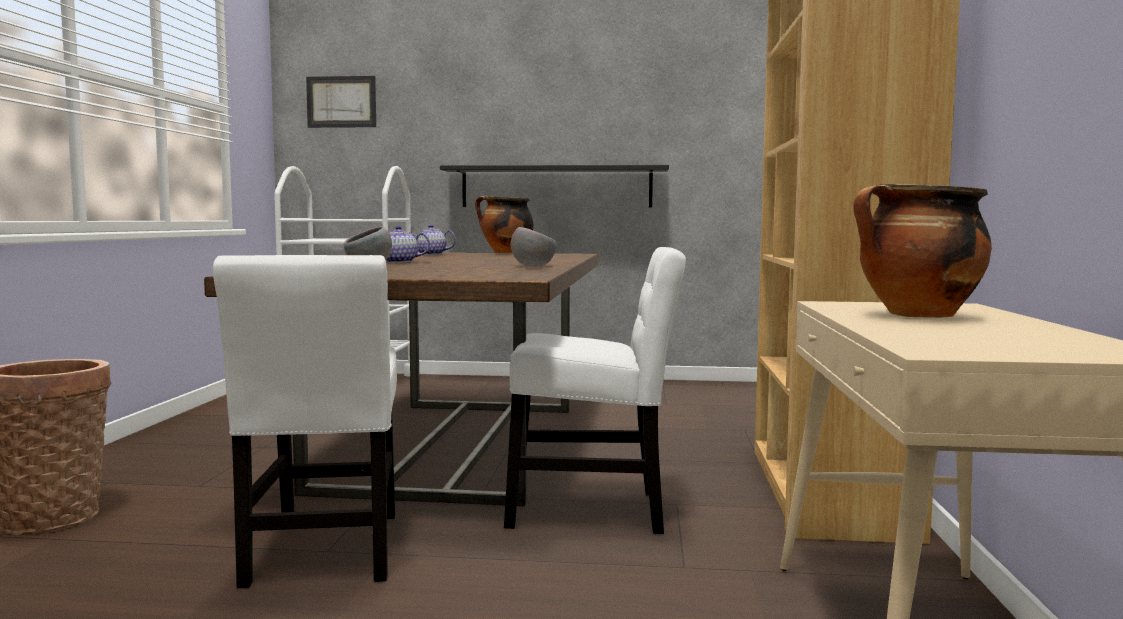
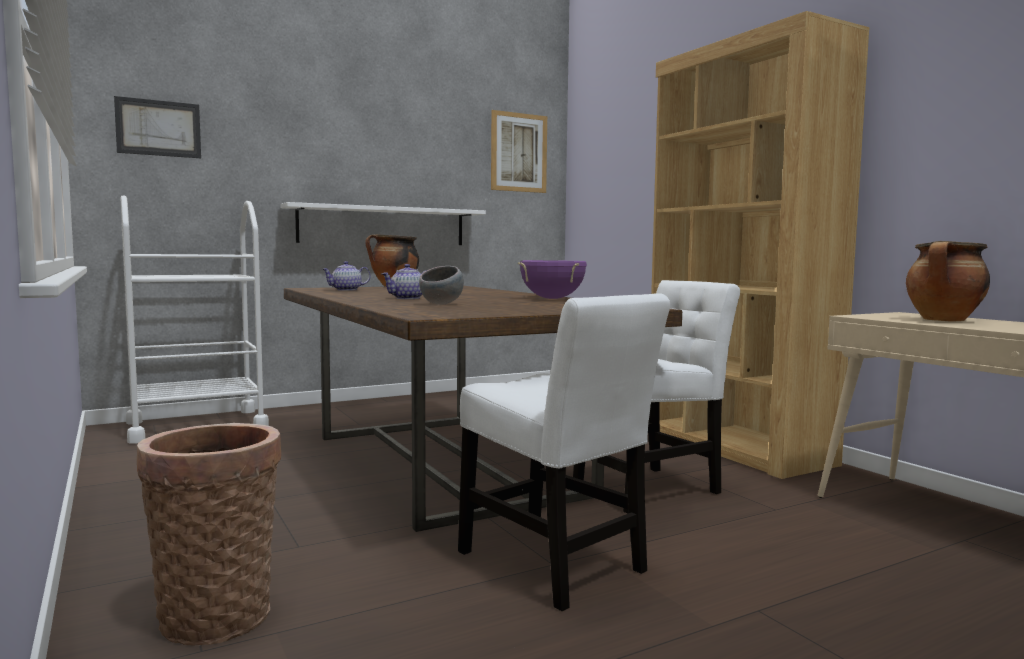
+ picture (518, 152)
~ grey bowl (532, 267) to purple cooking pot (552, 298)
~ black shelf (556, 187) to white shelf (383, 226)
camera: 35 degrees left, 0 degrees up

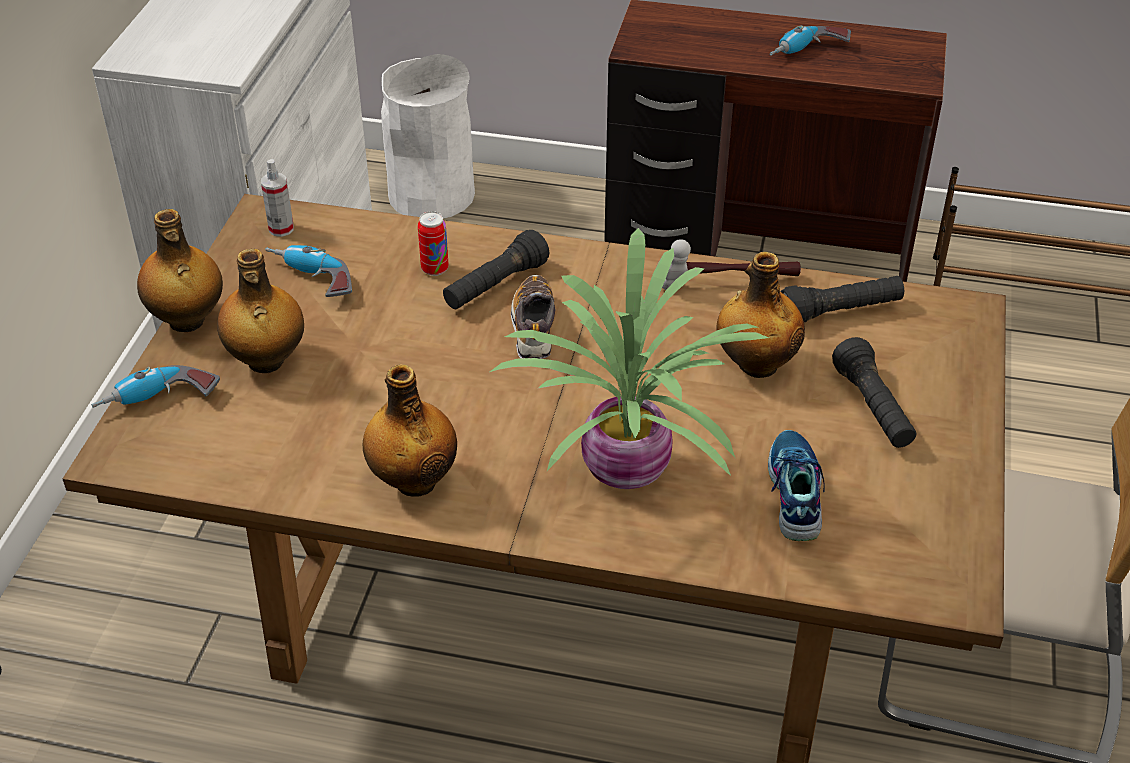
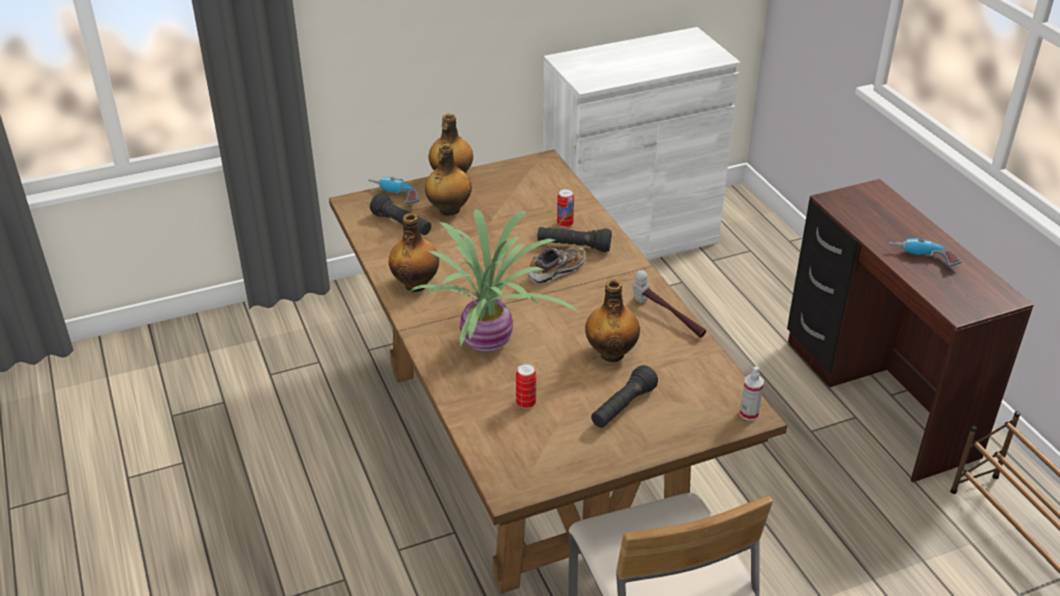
- power drill (310, 280)
- white trash can (431, 195)
~ spray bottle (281, 229) to (749, 414)
~ black flashlight (840, 312) to (402, 225)
~ shoe (793, 493) to can (526, 403)
camera: 55 degrees right, 5 degrees down

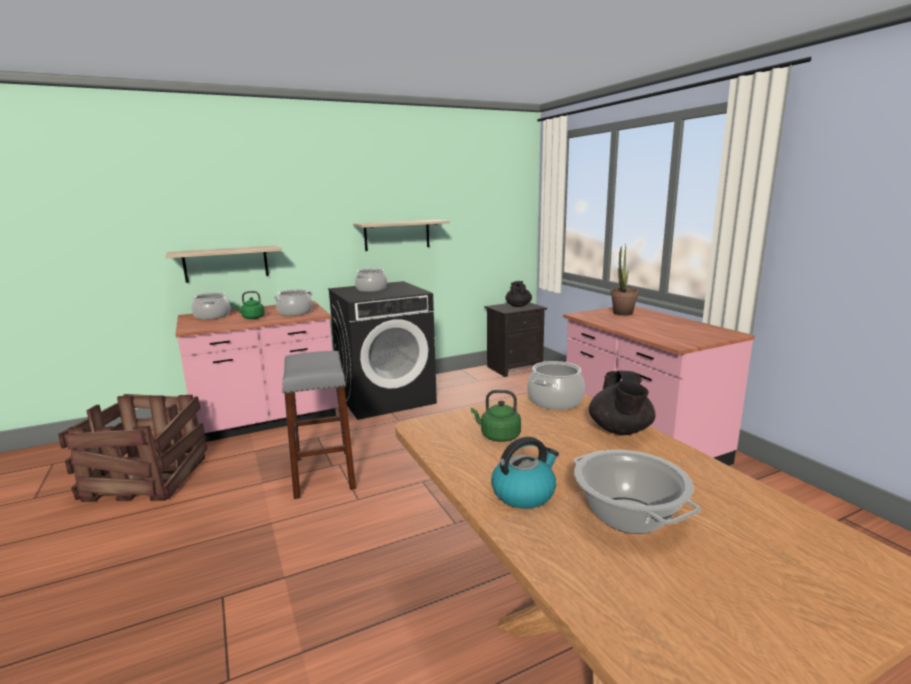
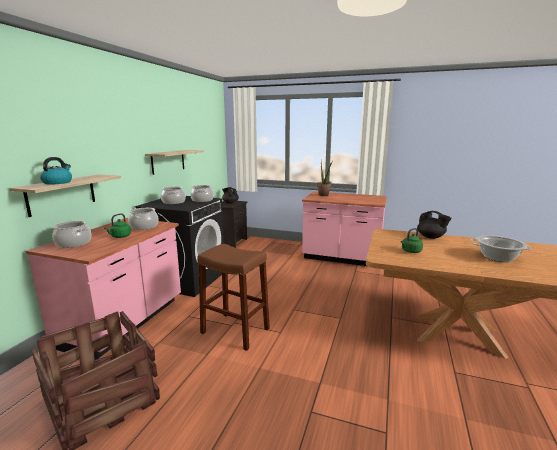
~ kettle (524, 493) to (58, 182)
~ cooking pot (555, 401) to (202, 200)
~ grey stool (323, 473) to brown stool (235, 331)
camera: 45 degrees left, 0 degrees up

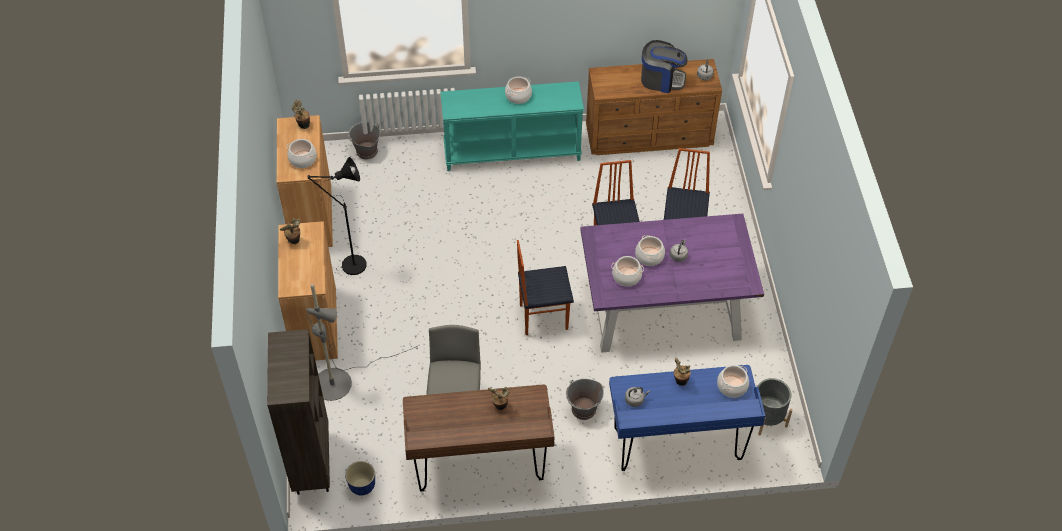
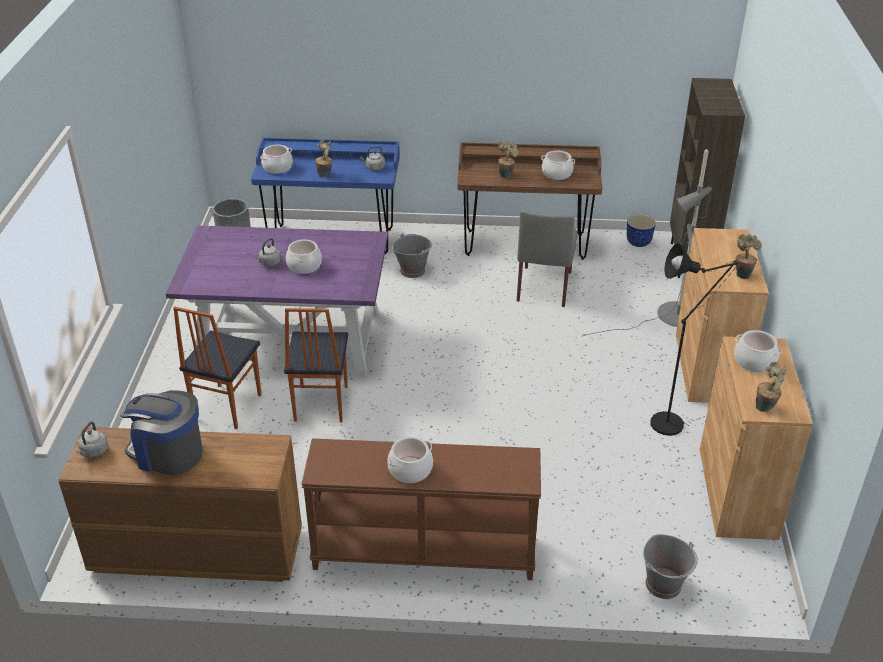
- chair (543, 316)
~ cooking pot (626, 276) to (556, 173)
~ turquoise console table (512, 151) to brown console table (423, 553)
camera: 170 degrees left, 15 degrees down

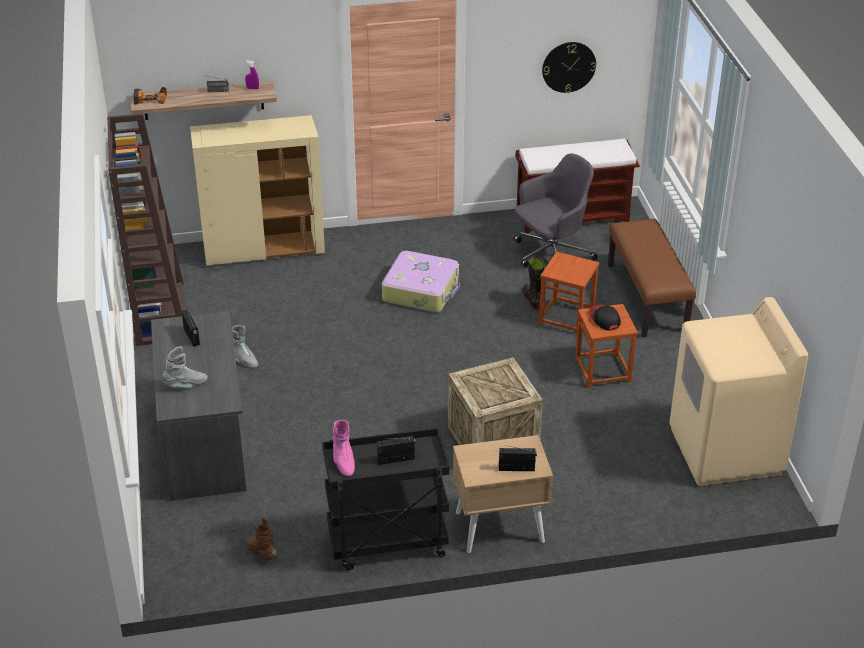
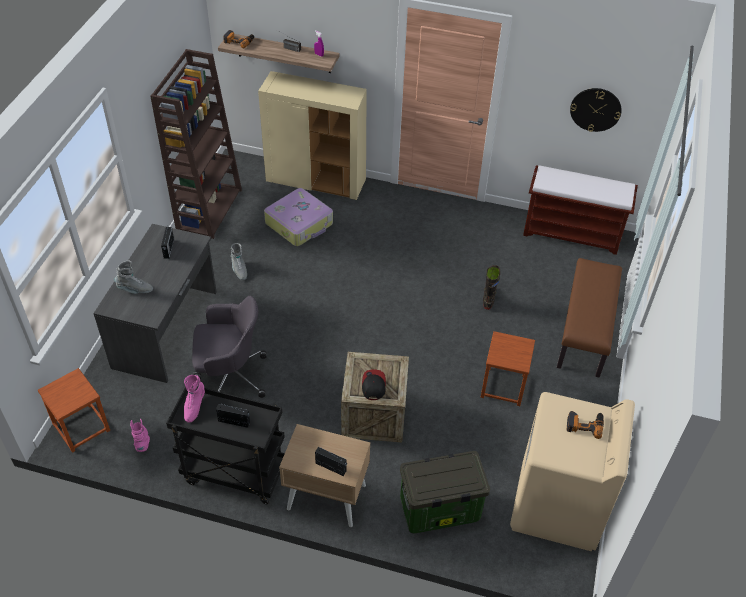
+ storage box (438, 511)
+ power drill (584, 424)
~ suitcase (421, 290) to (300, 224)
~ grey office chair (551, 255) to (230, 376)
~ brown stool (566, 317) to (82, 427)
~ cap (604, 319) to (373, 385)
~ brown boot (262, 552) to pink boot (142, 441)
camera: 25 degrees right, 10 degrees up

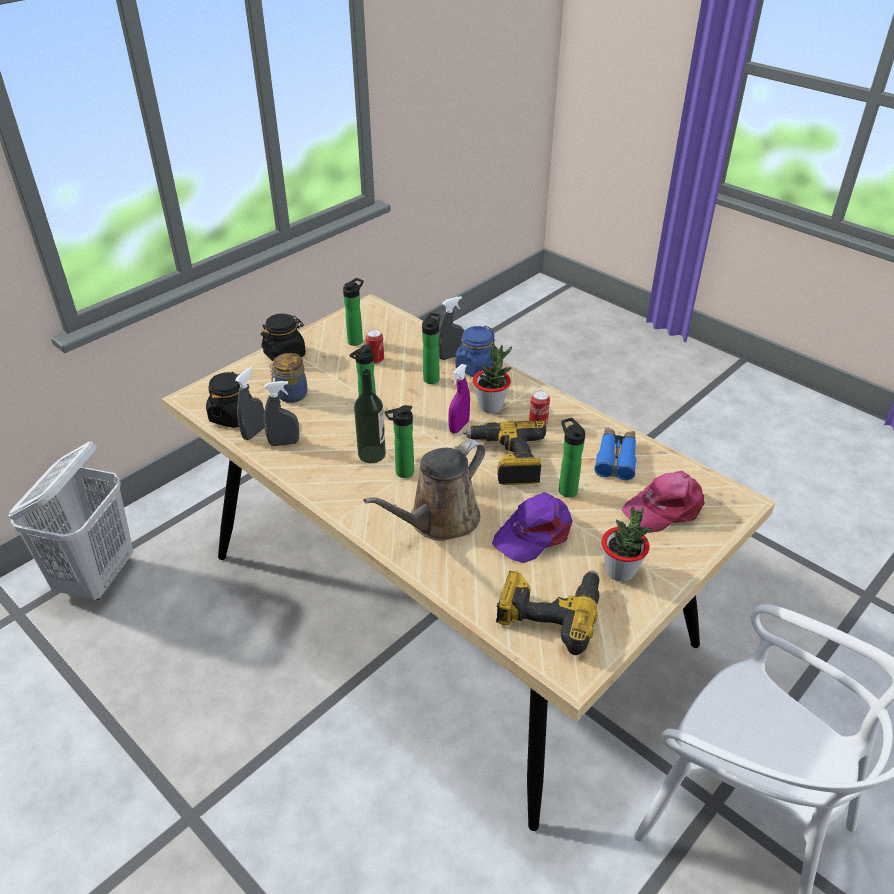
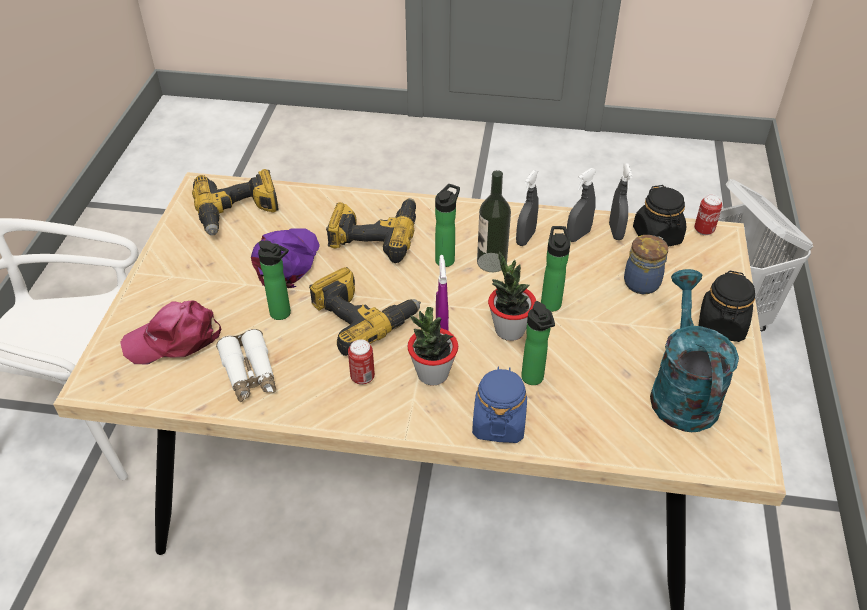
~ can (375, 360) to (704, 230)
~ grey spray bottle (451, 356) to (525, 238)
~ potted plant (620, 571) to (509, 330)
~ bottle (357, 340) to turquoise watering can (681, 390)
~ brown watering can (439, 521) to power drill (374, 235)
~ blue binoculars (616, 458) to white binoculars (249, 373)
~ pink cap (665, 508) = (174, 339) 135 degrees counterclockwise
camera: 145 degrees right, 5 degrees up

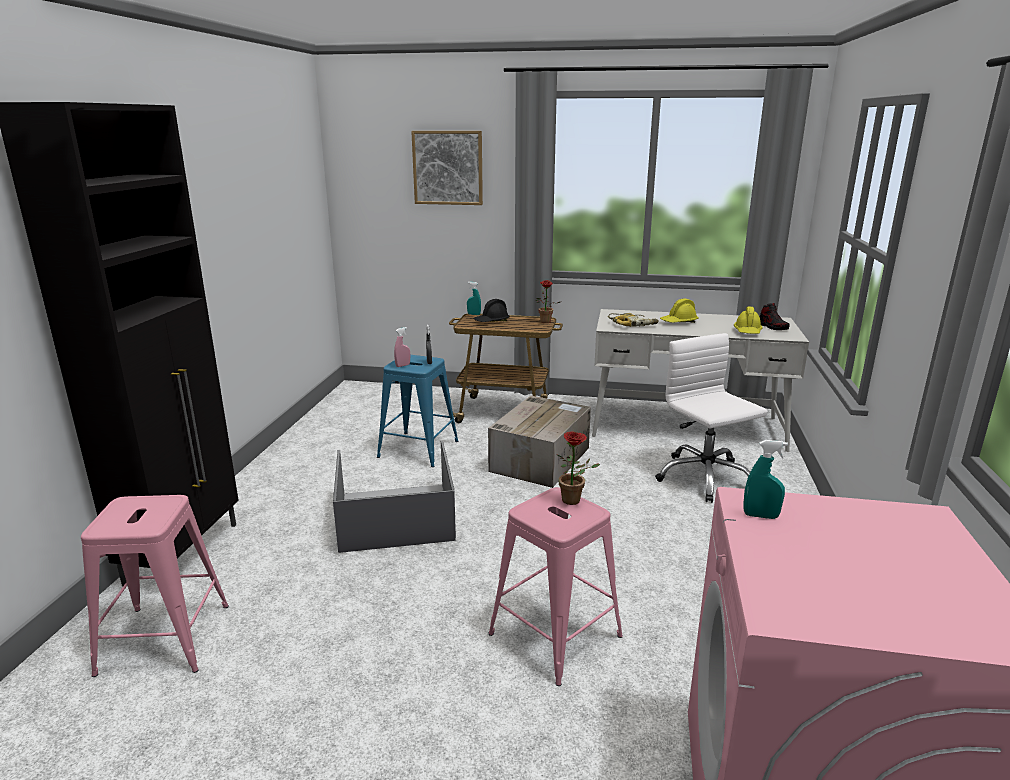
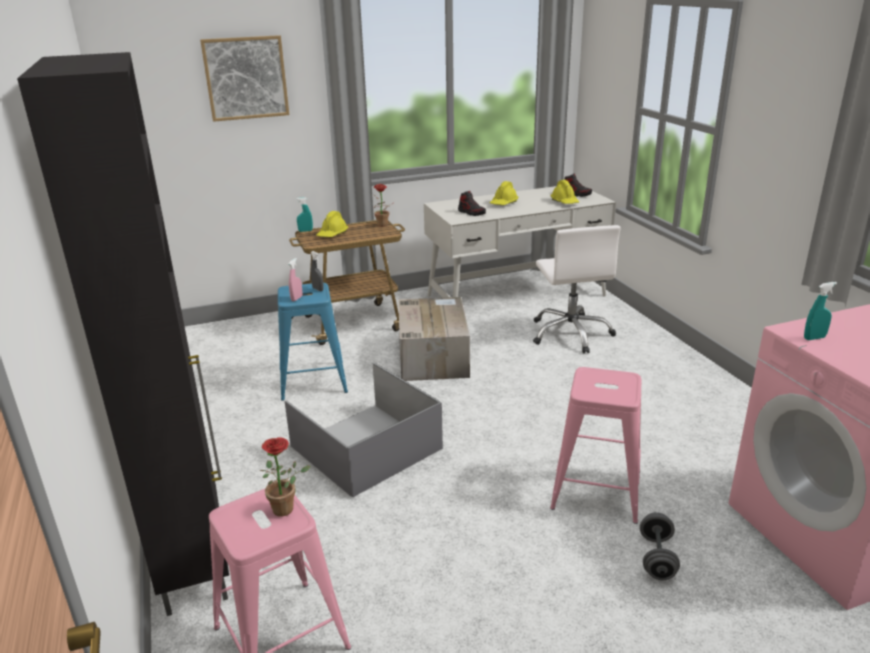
+ grey dumbbell (657, 558)
~ potted plant (575, 501) to (288, 509)
~ power drill (633, 324) to shoe (471, 213)
~ black hard hat (491, 321) to yellow hard hat (332, 234)
~ white office chair (704, 477) = (571, 333) 135 degrees counterclockwise
camera: 30 degrees left, 5 degrees up

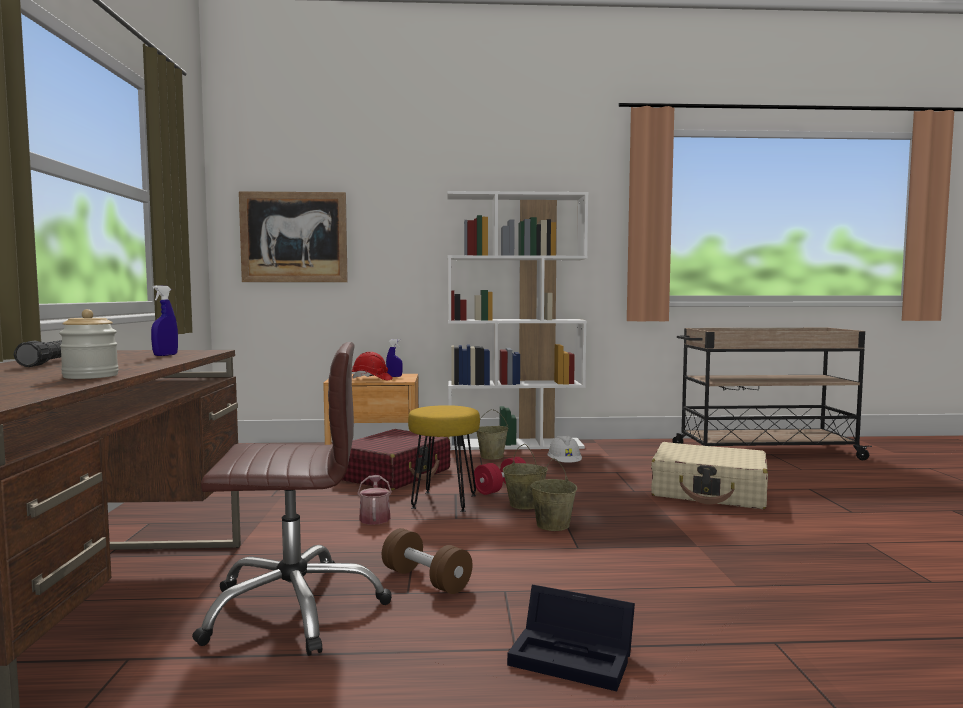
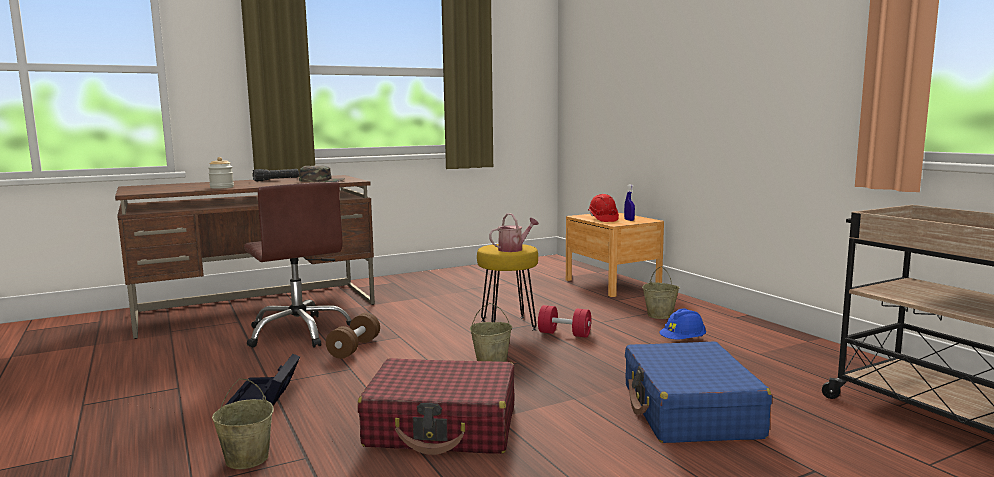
- picture (294, 237)
- white bookcase (515, 444)
~ red suitcase (395, 474) to (442, 426)
~ watering can (375, 517) to (513, 249)
~ beige bucket (524, 505) to (246, 458)
~ blue spray bottle (165, 355) to green cap (322, 181)
~ white hard hat (564, 464) to blue hard hat (683, 341)
~ beige suitcase (709, 492) to blue suitcase (689, 411)
camera: 65 degrees right, 5 degrees up

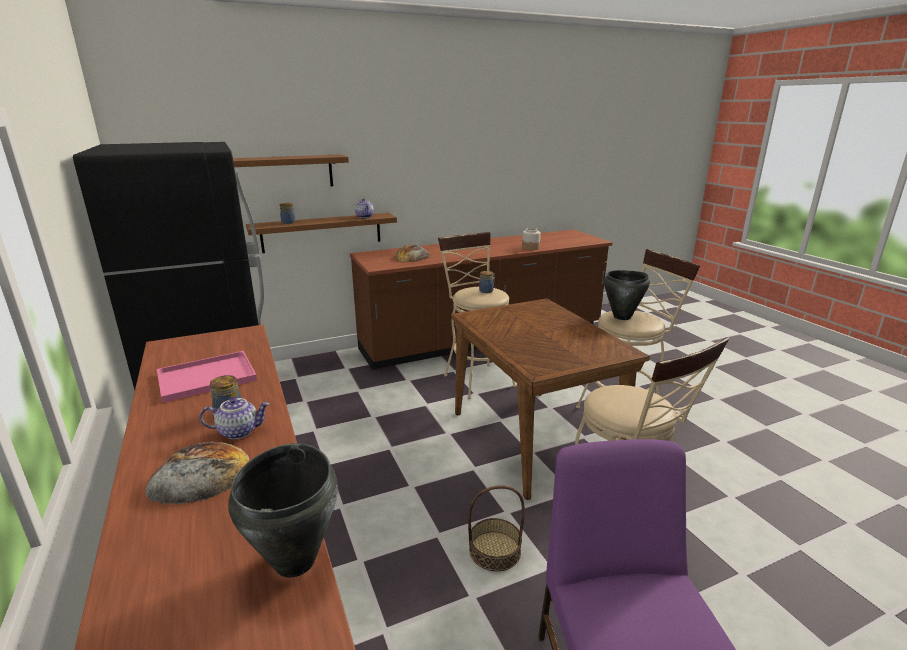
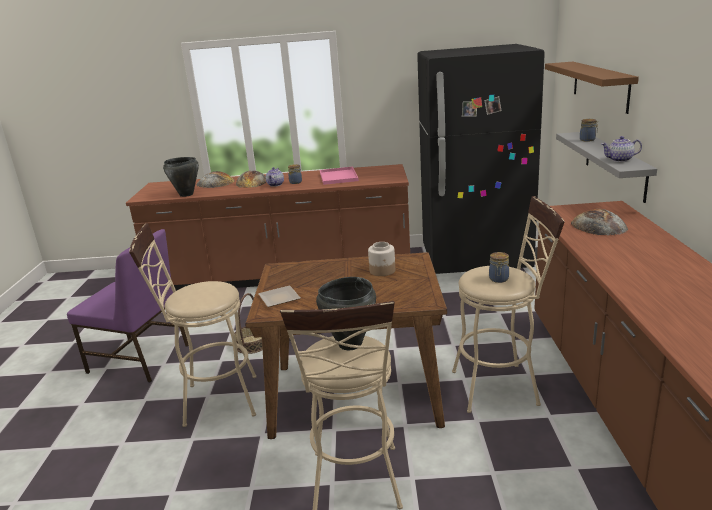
+ bread (215, 183)
+ plate (278, 299)
~ jar (530, 248) to (382, 271)
~ brown shelf (322, 232) to grey shelf (614, 164)
camera: 115 degrees right, 0 degrees up

